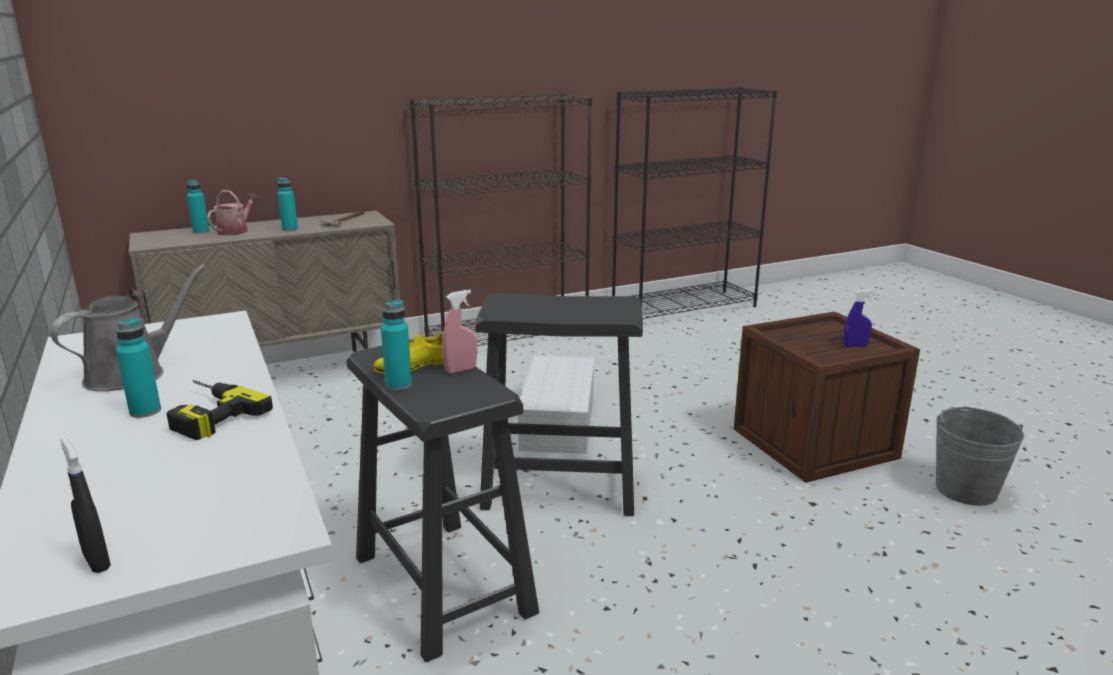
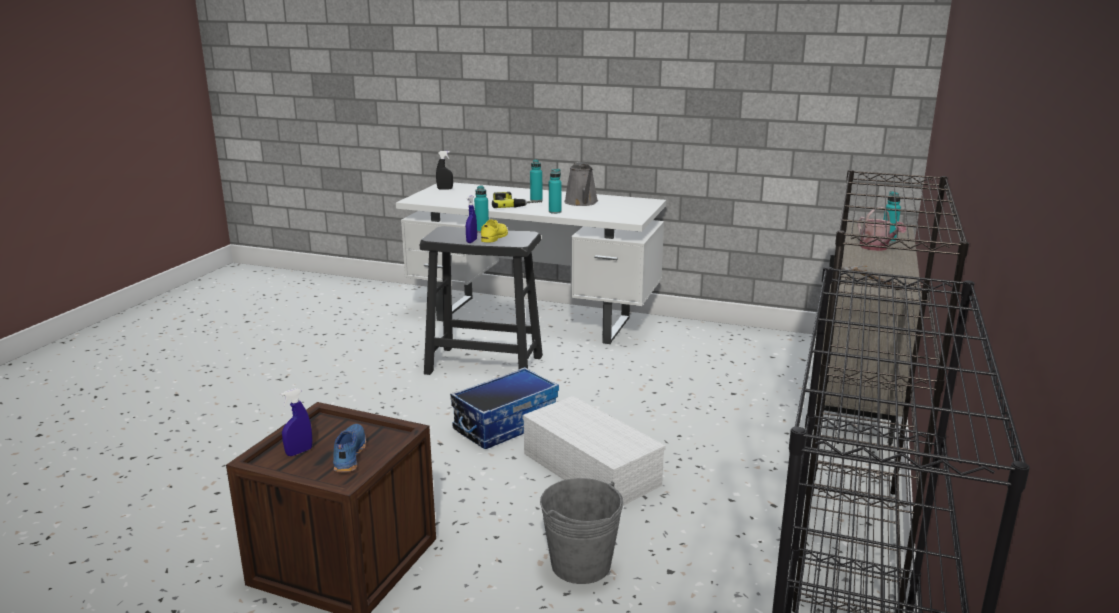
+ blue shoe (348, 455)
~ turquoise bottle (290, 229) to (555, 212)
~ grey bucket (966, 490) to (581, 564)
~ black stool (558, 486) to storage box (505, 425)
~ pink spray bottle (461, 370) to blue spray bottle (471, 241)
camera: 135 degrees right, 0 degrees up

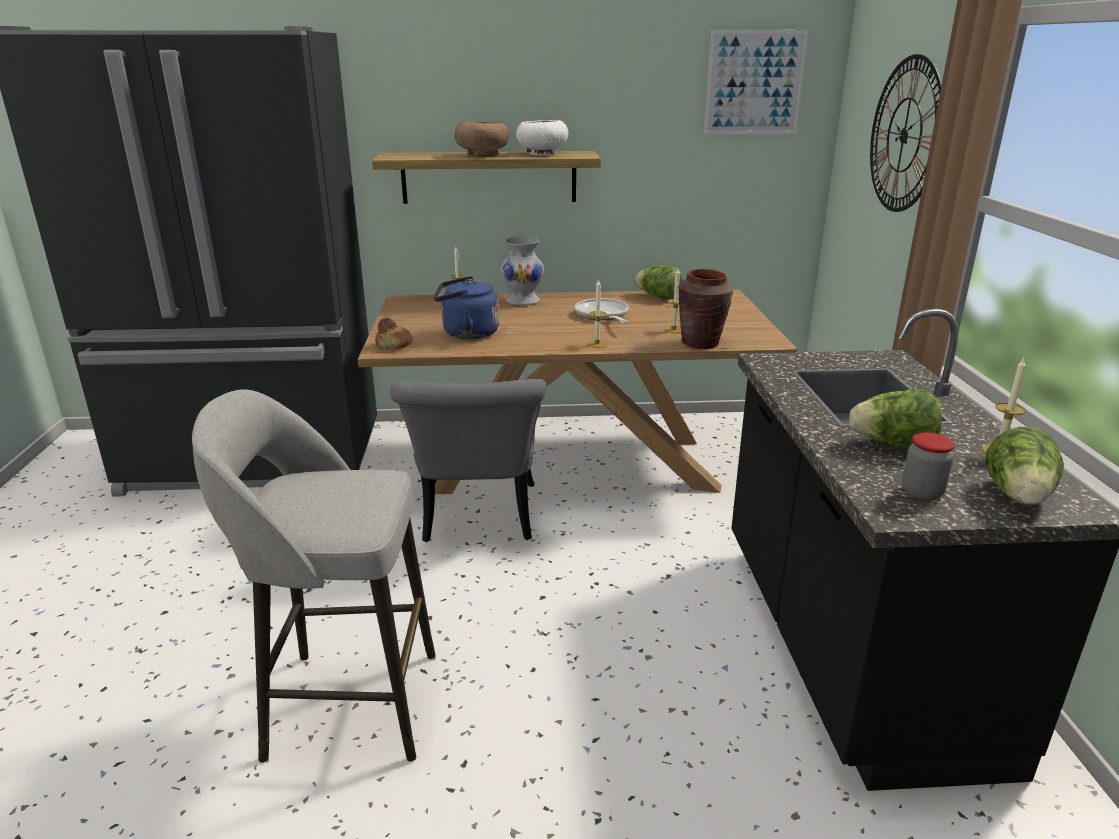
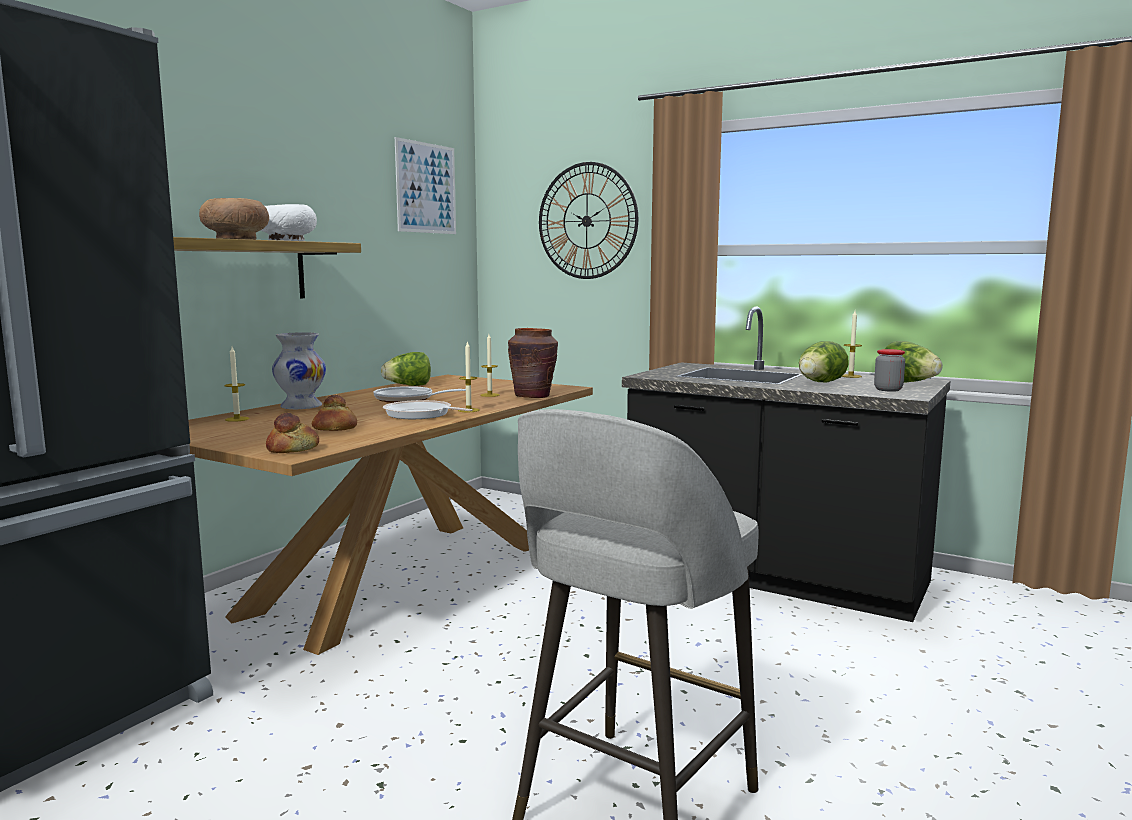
- grey chair (479, 521)
+ frying pan (420, 415)
~ blue kettle (467, 333) to bread (335, 429)
camera: 55 degrees left, 15 degrees down

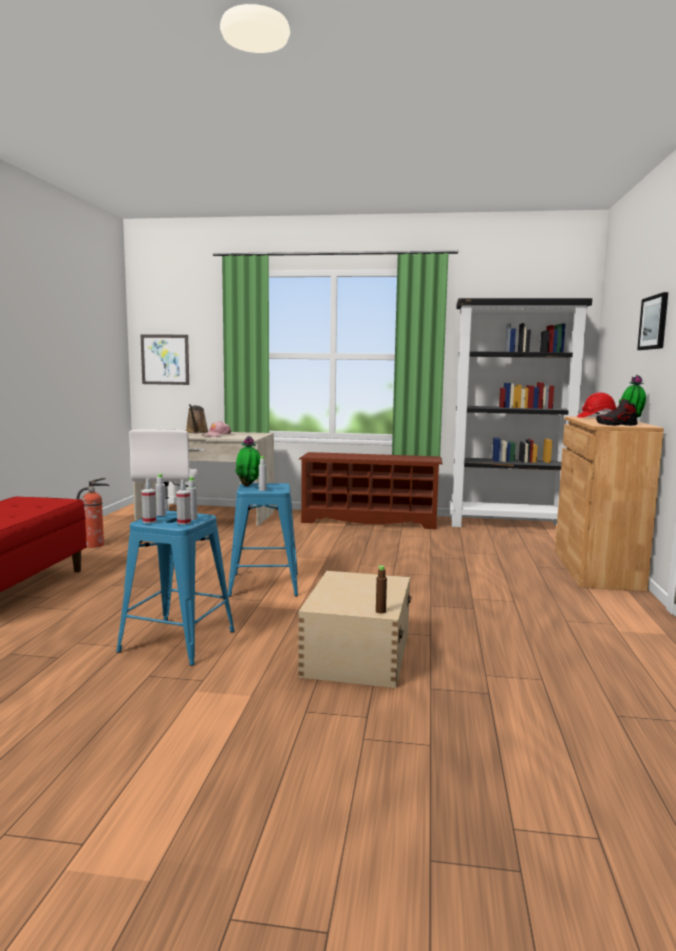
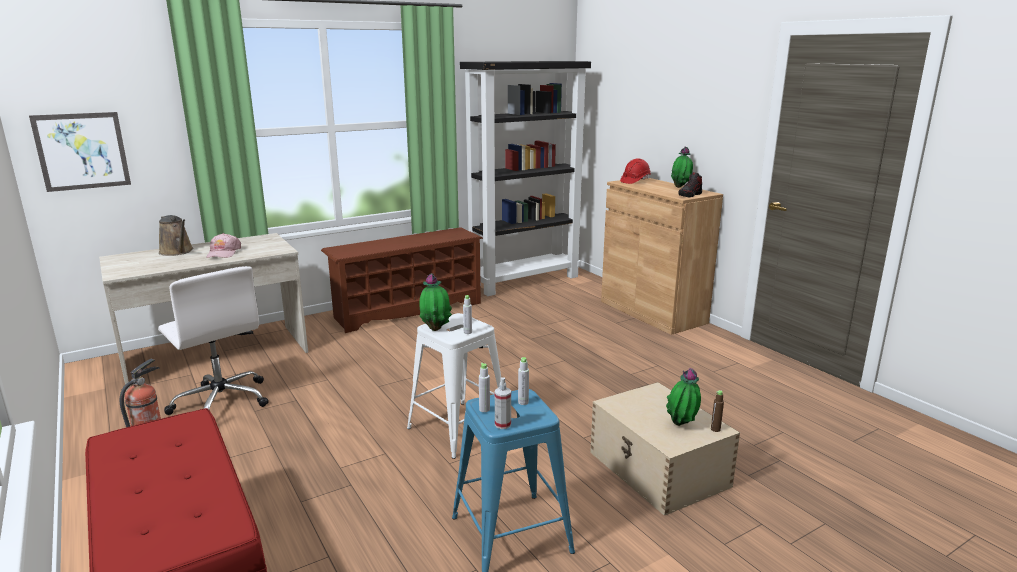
- spray bottle (184, 523)
- picture (654, 322)
+ potted plant (682, 426)
~ blue stool (264, 585) to white stool (458, 429)
camera: 40 degrees left, 10 degrees up

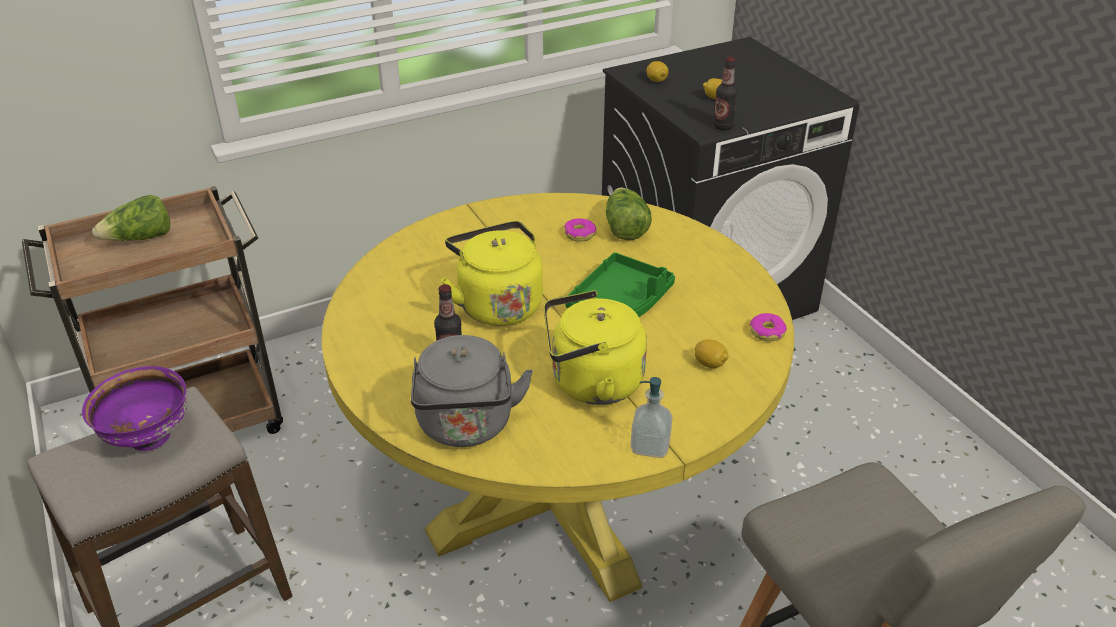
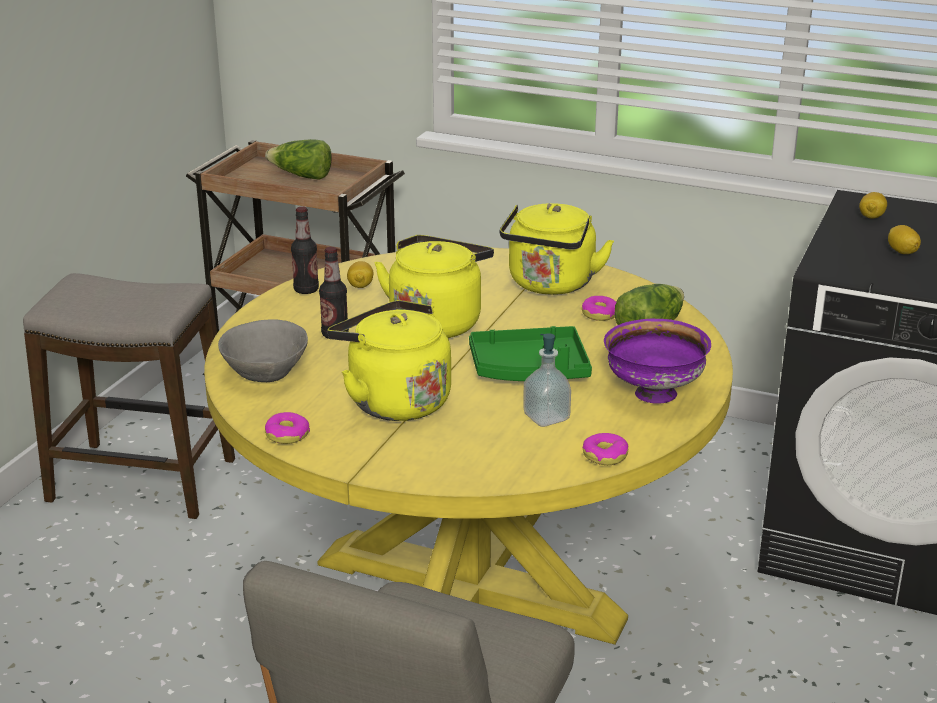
+ donut (287, 435)
+ yellow kettle (550, 285)
~ purple bowl (148, 439) to (653, 394)
~ soap dispenser (650, 446) to (546, 417)
~ lemon (710, 364) to (360, 286)
~ bottle (723, 126) to (306, 290)
~ grey kettle (466, 426) to grey bowl (264, 373)
camera: 50 degrees right, 10 degrees down

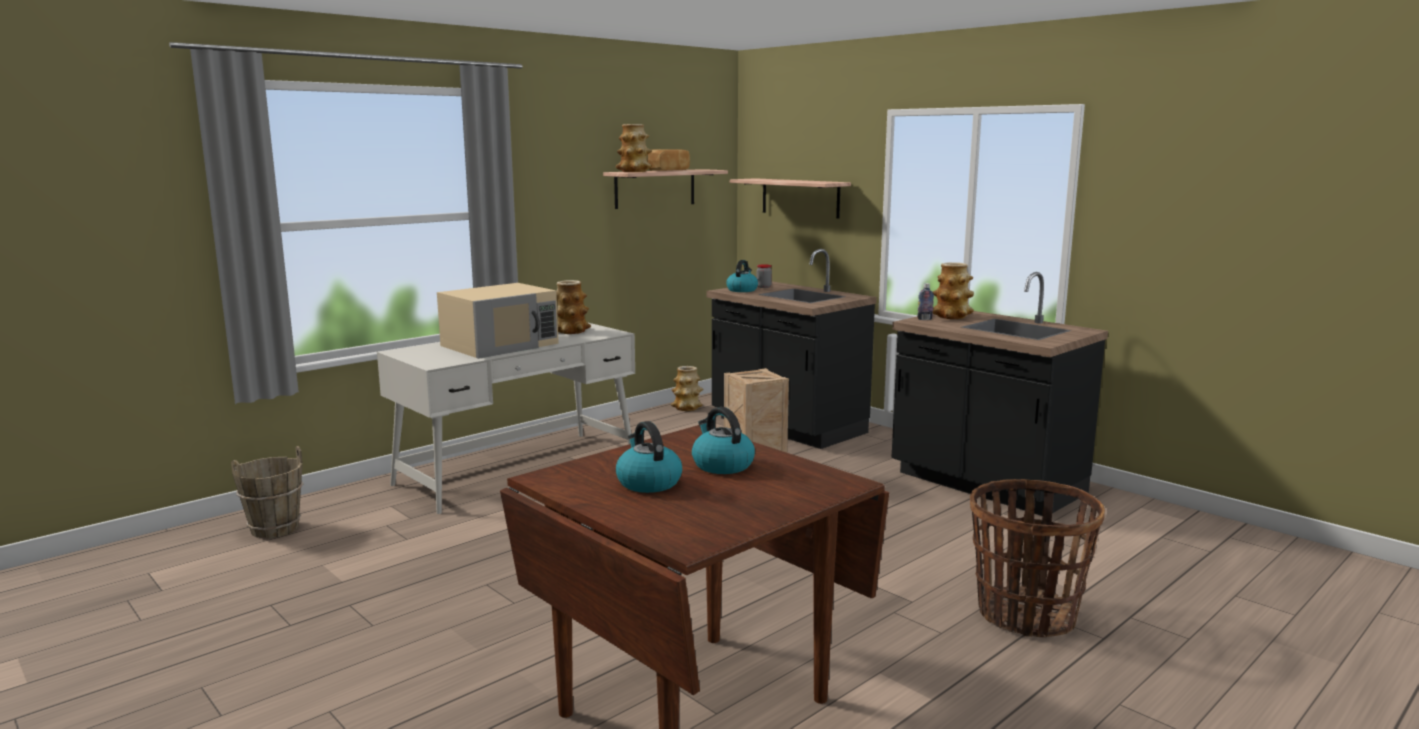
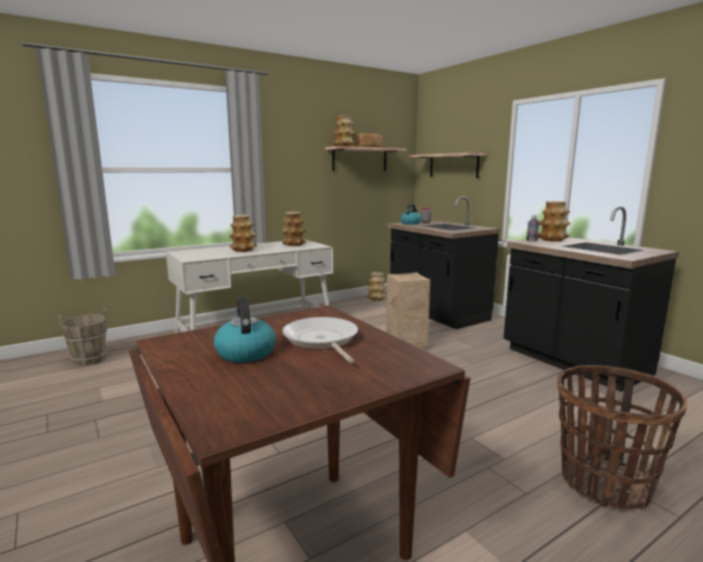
~ beige microwave (501, 344) to vase (244, 250)
~ kettle (722, 465) to frying pan (322, 340)
camera: 10 degrees right, 0 degrees up

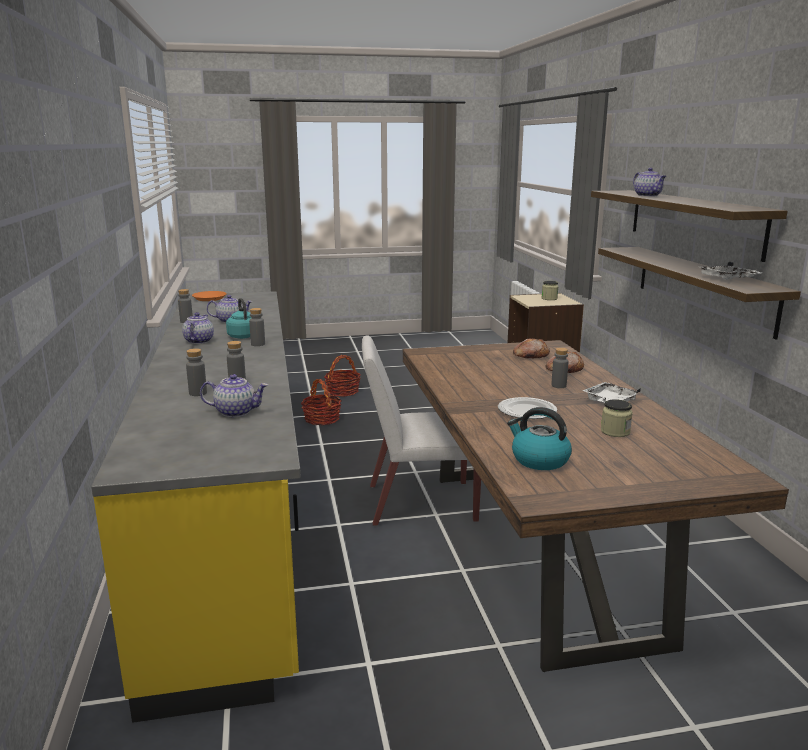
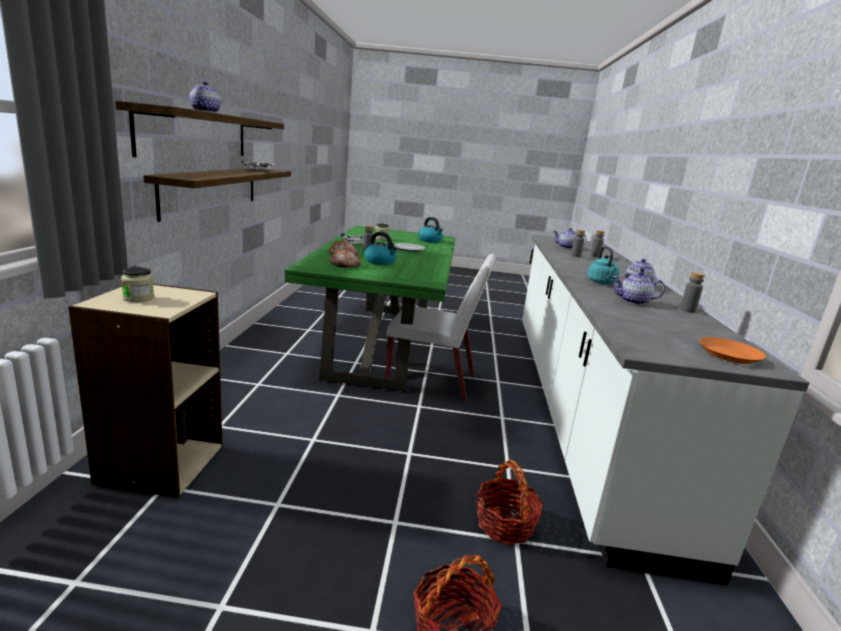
- grey bottle (258, 344)
+ kettle (380, 262)
~ yellow counter (234, 512) to white counter (579, 407)
~ brown dining table (535, 549) to green dining table (382, 343)
camera: 165 degrees left, 0 degrees up

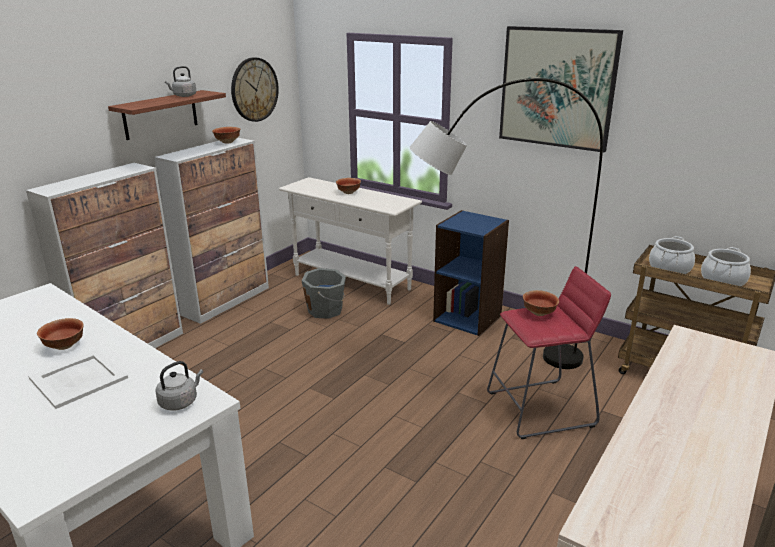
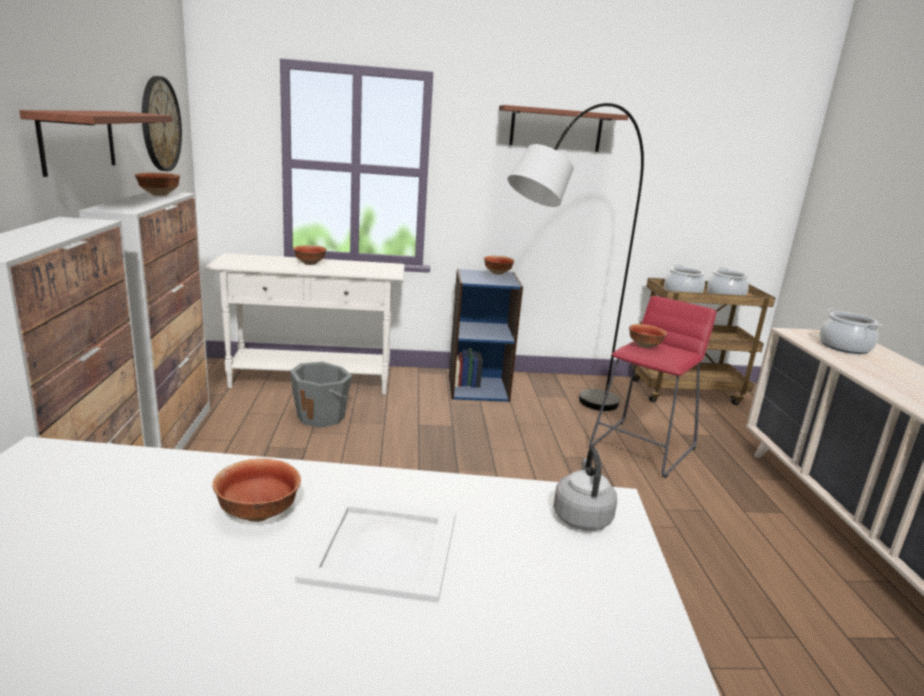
- grey kettle (183, 96)
+ bowl (498, 273)
+ cooking pot (844, 347)
~ picture (557, 88) to shelf (556, 129)
camera: 40 degrees left, 5 degrees down

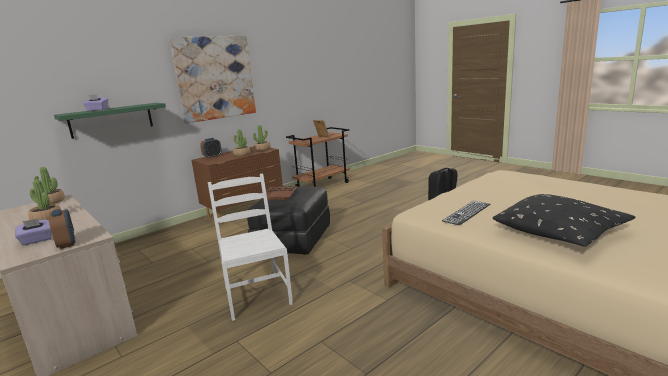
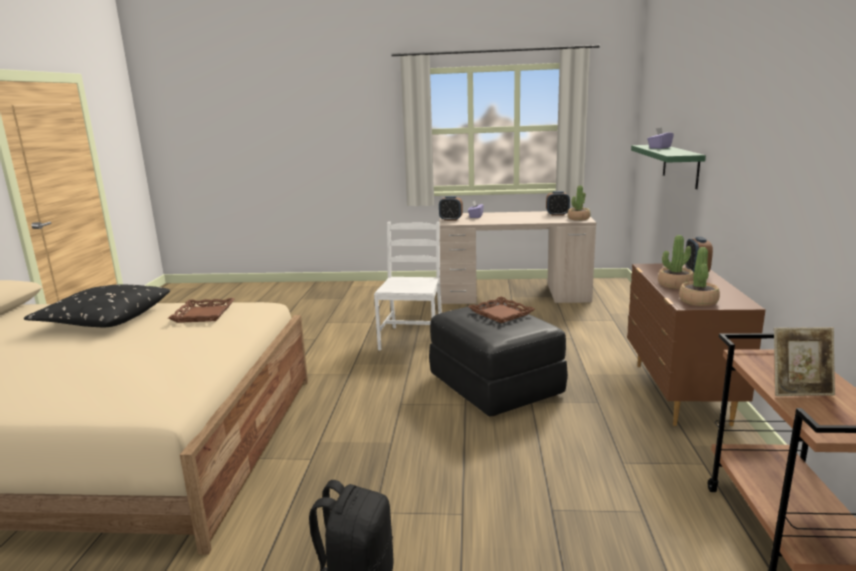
- potted plant (46, 219)
- picture (215, 78)
+ alarm clock (557, 214)
~ keyboard (467, 212) to brown tray (203, 314)
~ white chair (256, 295) = (412, 338) 105 degrees counterclockwise
camera: 135 degrees right, 0 degrees up

